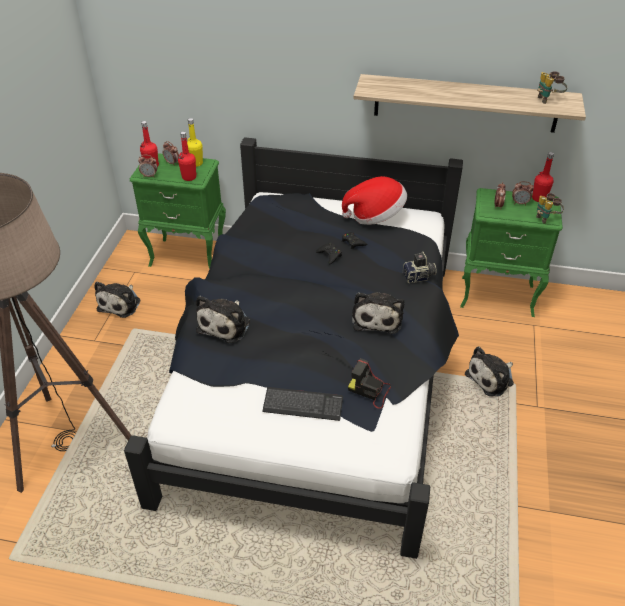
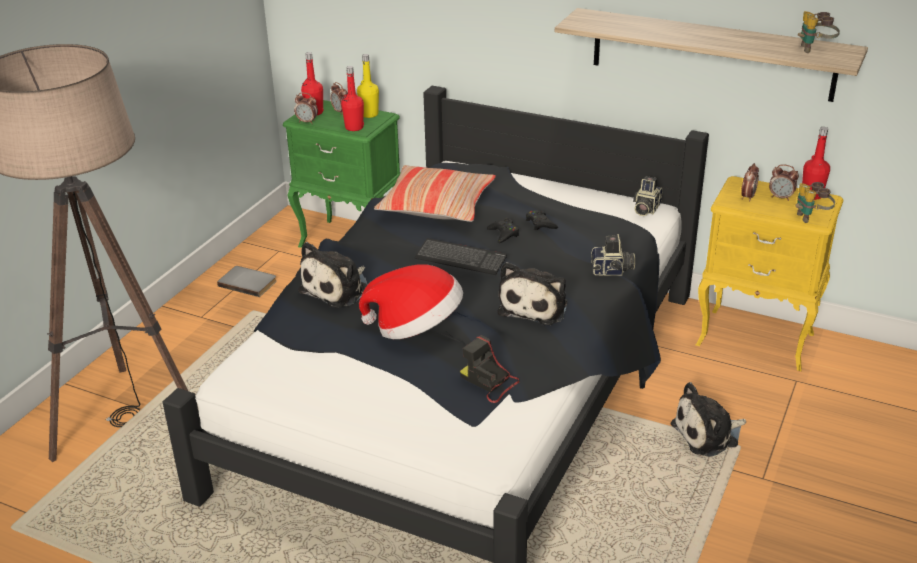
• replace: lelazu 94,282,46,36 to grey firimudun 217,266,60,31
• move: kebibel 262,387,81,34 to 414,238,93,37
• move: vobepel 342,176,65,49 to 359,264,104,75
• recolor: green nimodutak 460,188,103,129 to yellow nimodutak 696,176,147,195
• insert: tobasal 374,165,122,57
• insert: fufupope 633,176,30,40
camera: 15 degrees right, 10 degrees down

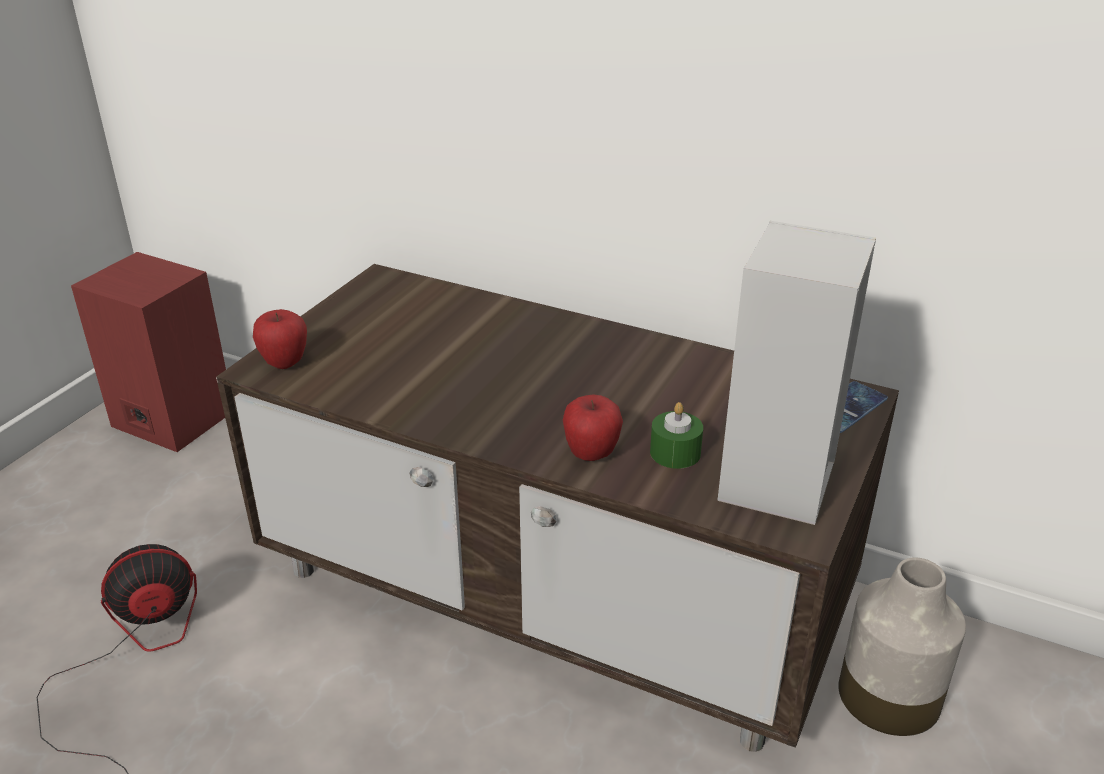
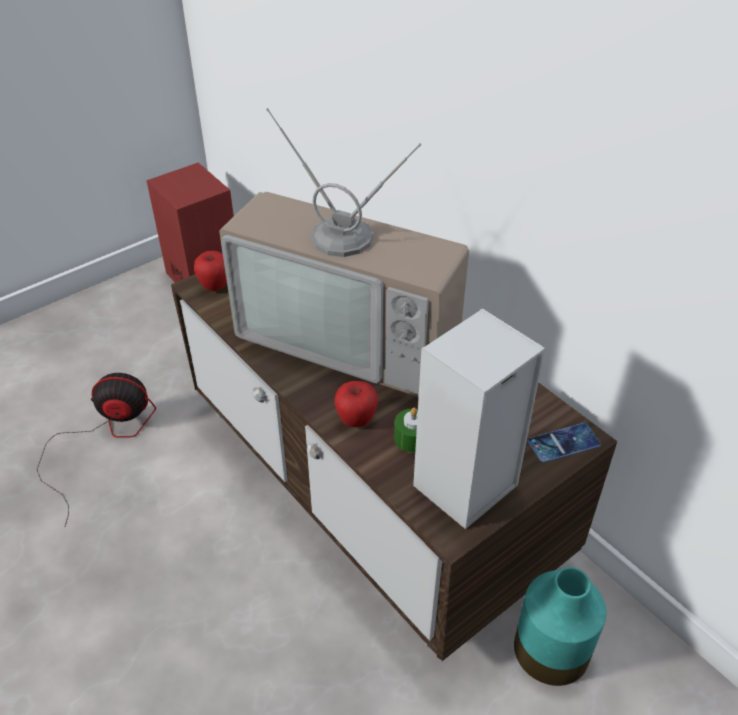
• recolor: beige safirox 838,558,128,178 to turquoise safirox 514,567,92,119
• insert: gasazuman 219,108,250,289
camera: 25 degrees right, 10 degrees up

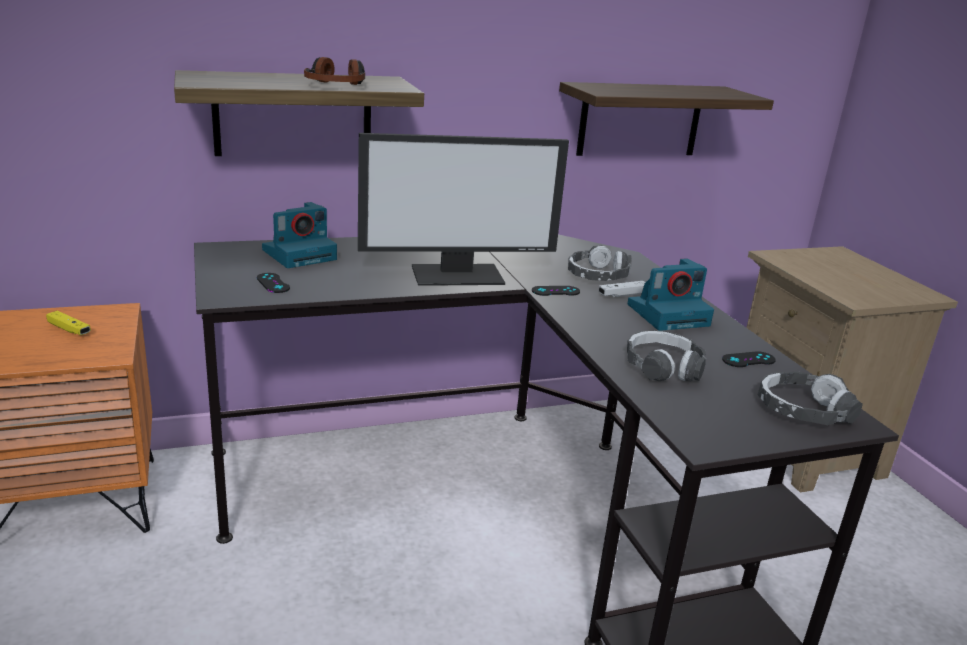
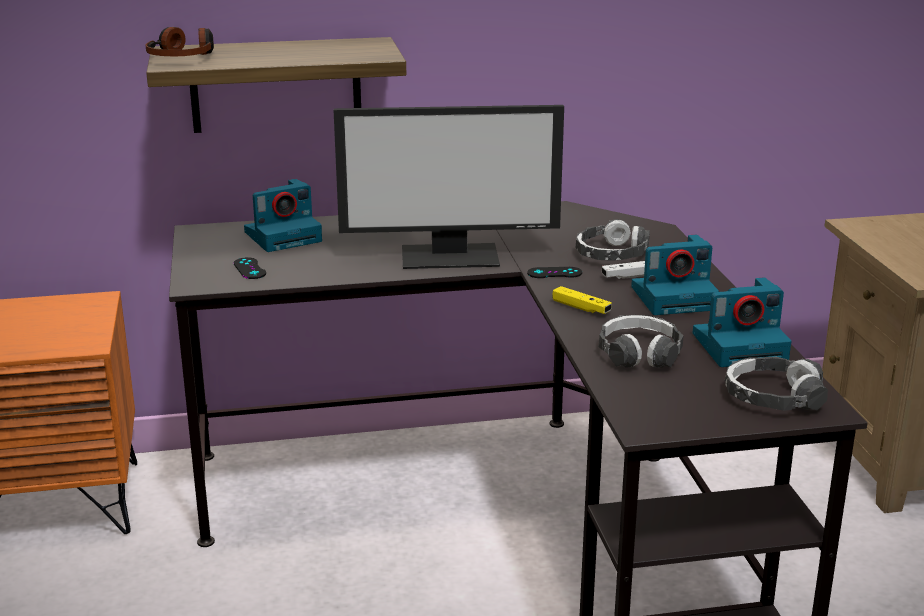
• move: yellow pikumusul 46,311,45,24 to 553,286,59,28
• move: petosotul 304,57,61,28 to 145,27,69,29
• delete: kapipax 559,82,215,74
• replace: black pikumusul 722,351,54,16 to fufupope 693,277,98,90
camera: 10 degrees right, 0 degrees up

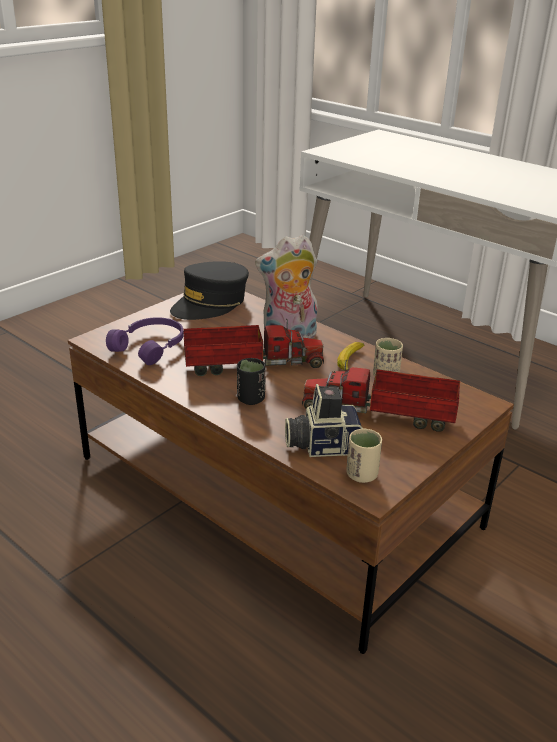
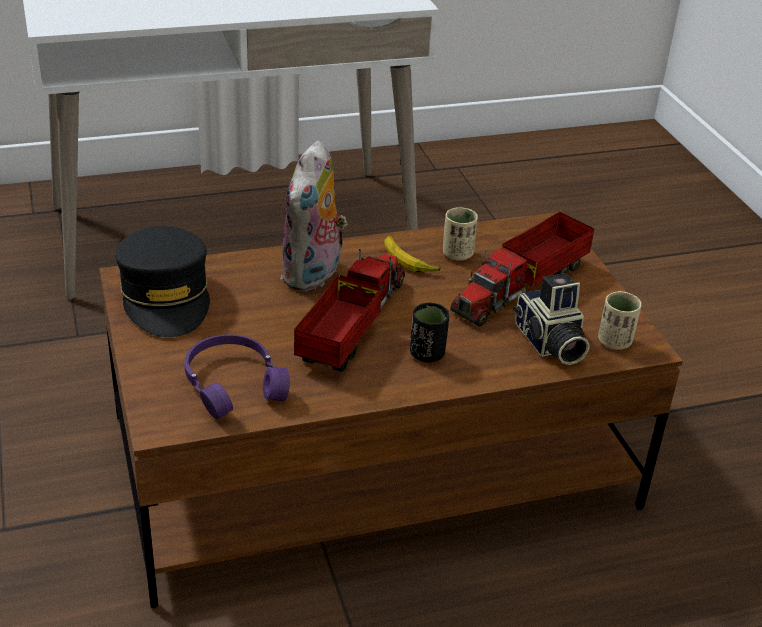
• rotate: fufupope 285,384,78,73 = 513,273,77,92 45 degrees counterclockwise
camera: 60 degrees left, 5 degrees up

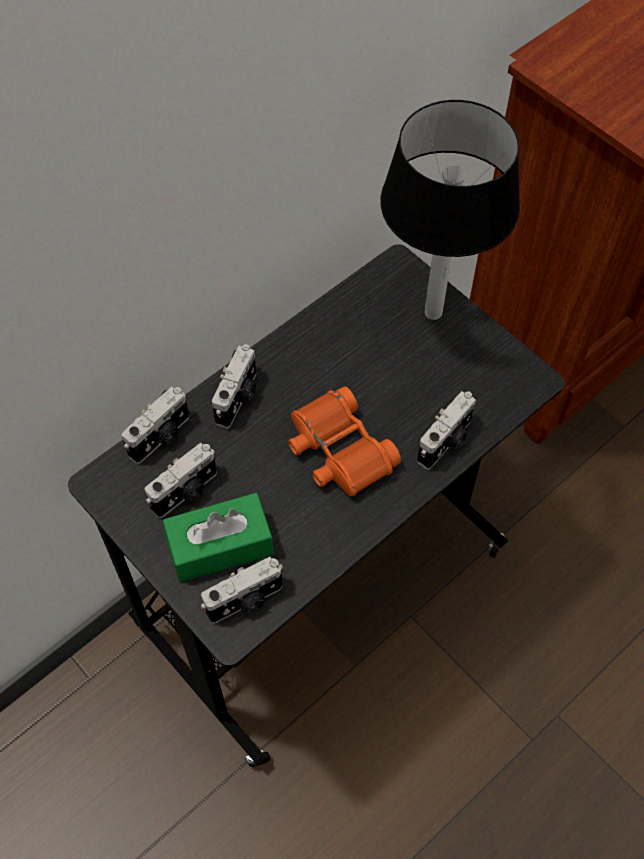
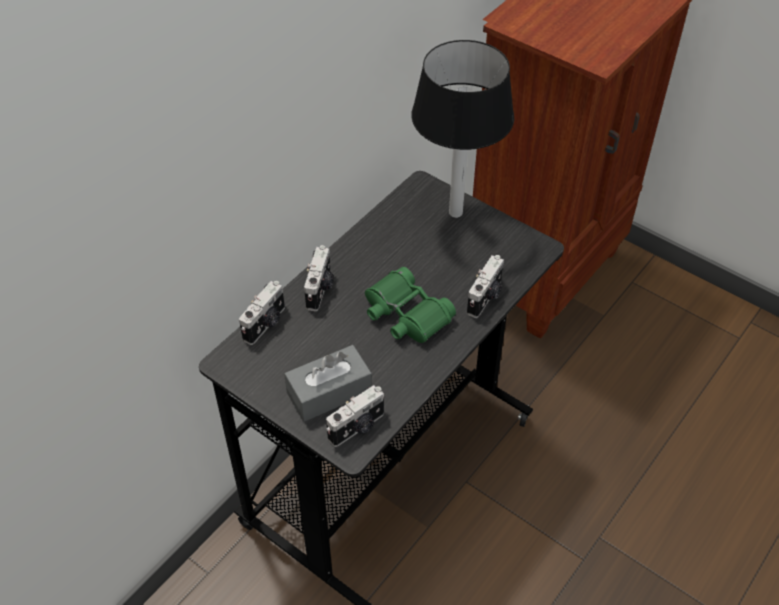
• delete: fufupope 145,443,72,75
• recolor: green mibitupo 163,493,111,89 to grey mibitupo 284,345,88,77
• recolor: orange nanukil 288,387,113,109 to green nanukil 365,267,91,76
camera: 10 degrees left, 10 degrees down

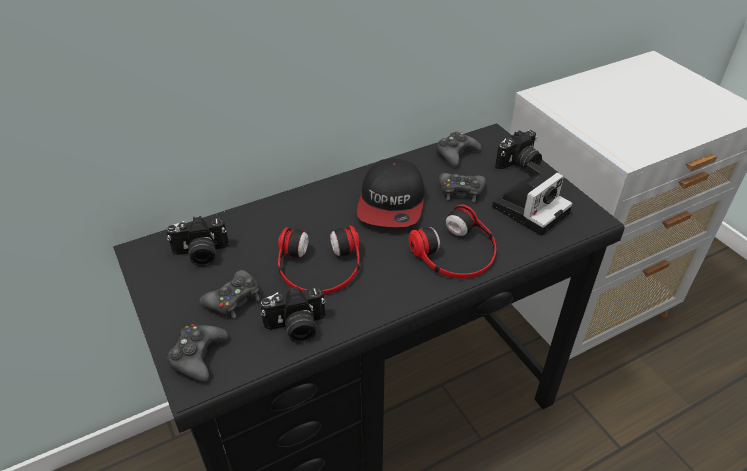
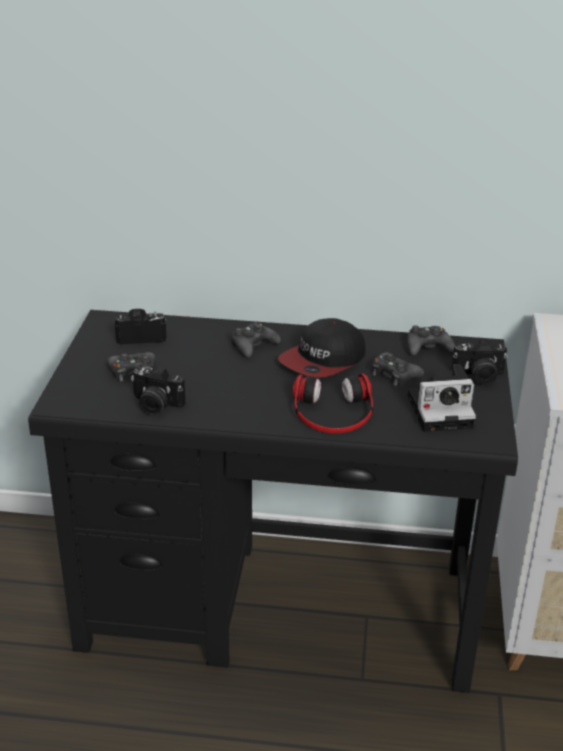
• rotate: fufupope 167,216,62,50 = 114,309,53,35 150 degrees clockwise
• move: black pikumusul 168,324,60,58 to 231,322,50,35
• delete: petosotul 278,226,82,69
camera: 35 degrees right, 10 degrees down

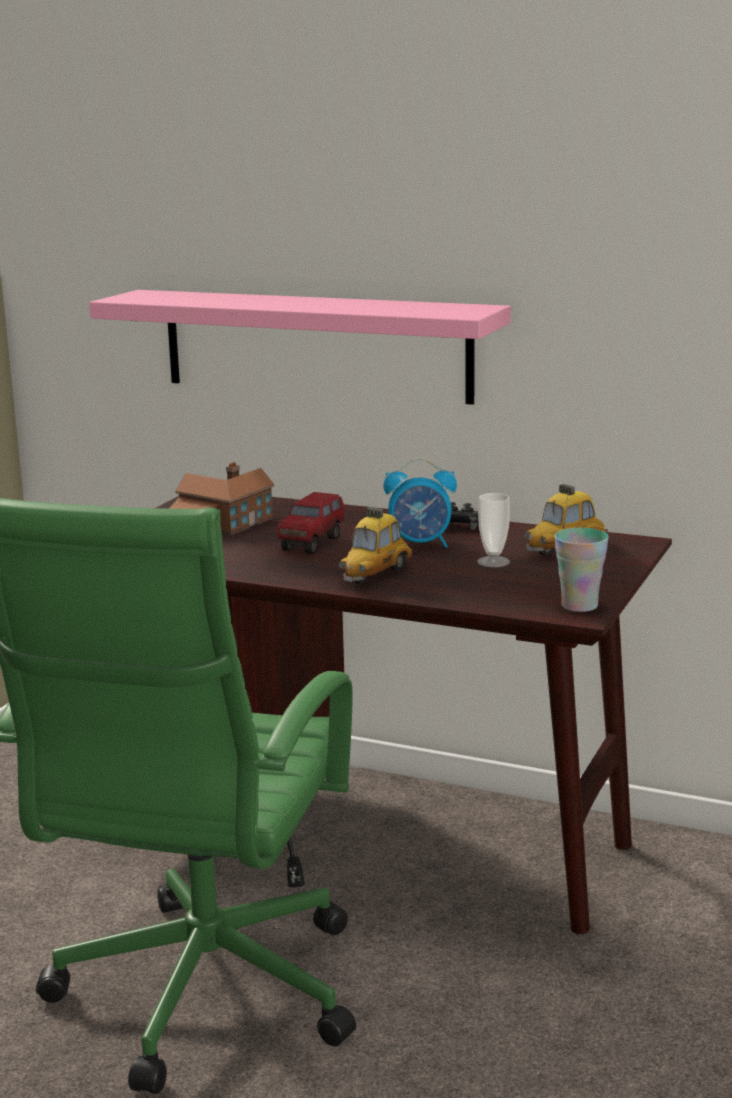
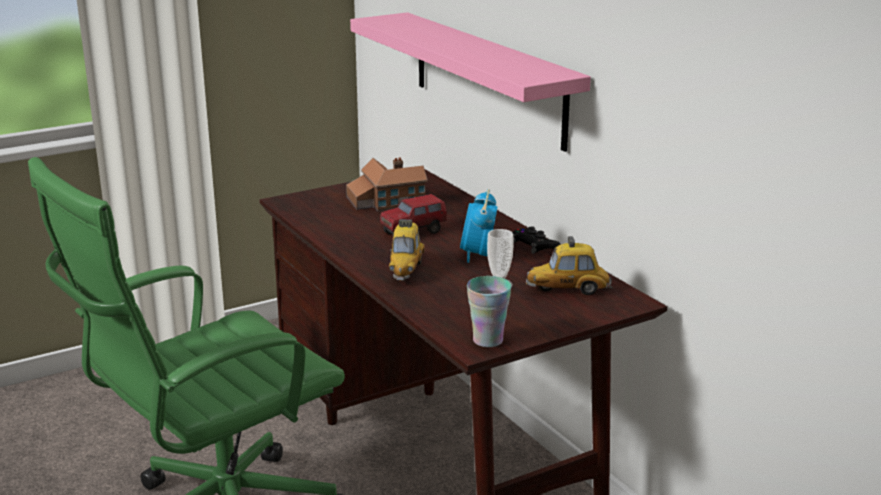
• rotate: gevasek 339,507,73,77 = 389,219,35,61 60 degrees counterclockwise
• rotate: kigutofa 384,458,73,90 = 460,189,38,74 60 degrees clockwise
camera: 35 degrees right, 5 degrees up

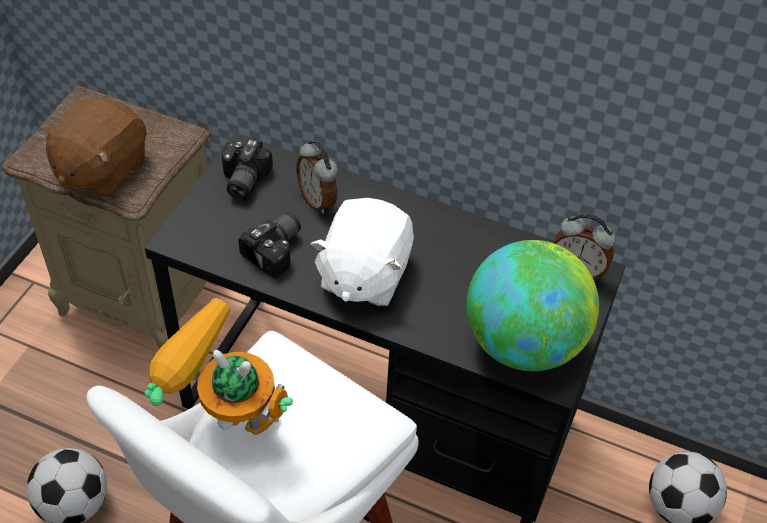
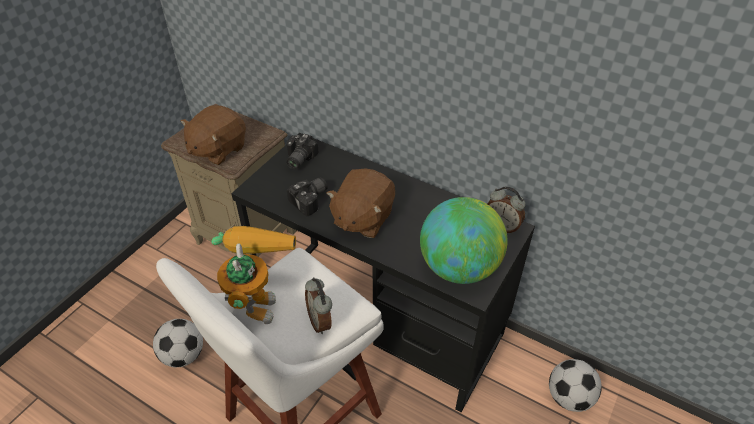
• rotate: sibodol 144,298,149,137 = 211,226,85,98 60 degrees clockwise
• move: kigutofa 296,140,42,74 to 305,277,27,57
• recolor: white lelazu 311,198,103,108 to brown lelazu 327,168,68,70
camera: 10 degrees right, 5 degrees down

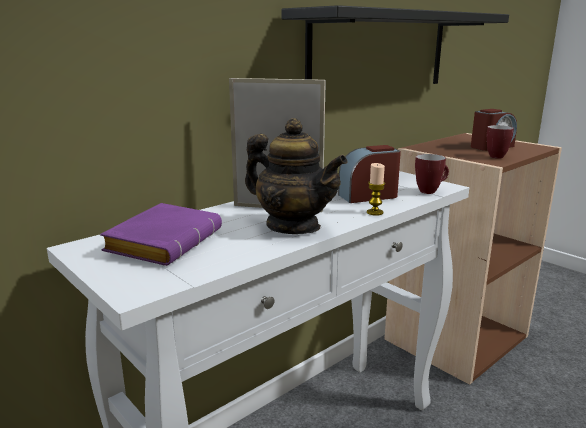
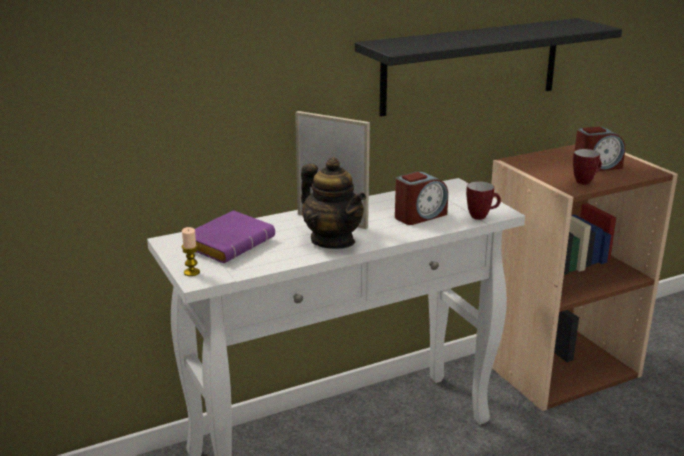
• rotate: kigutofa 338,145,63,58 = 395,171,53,54 150 degrees clockwise
• move: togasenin 367,163,18,53 to 181,227,19,49
camera: 15 degrees right, 5 degrees up

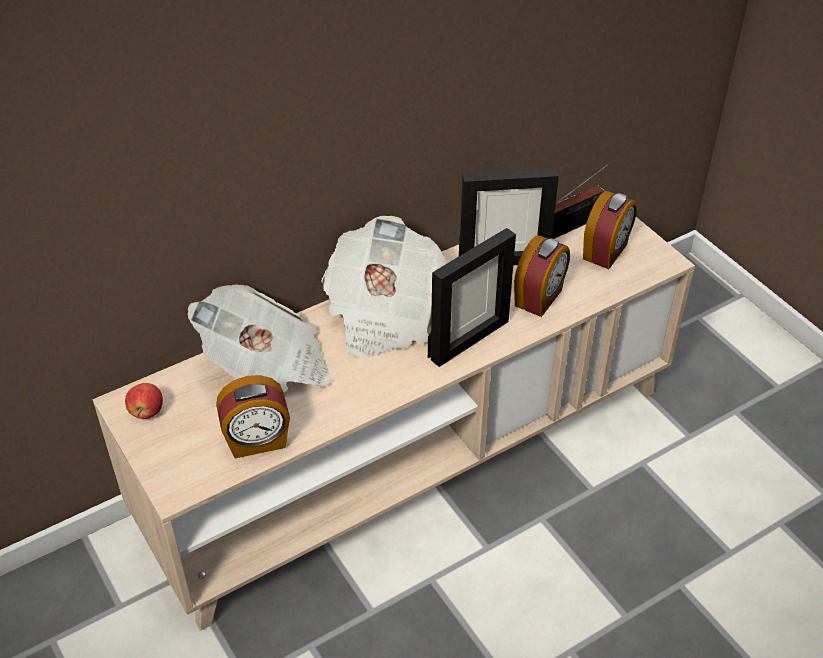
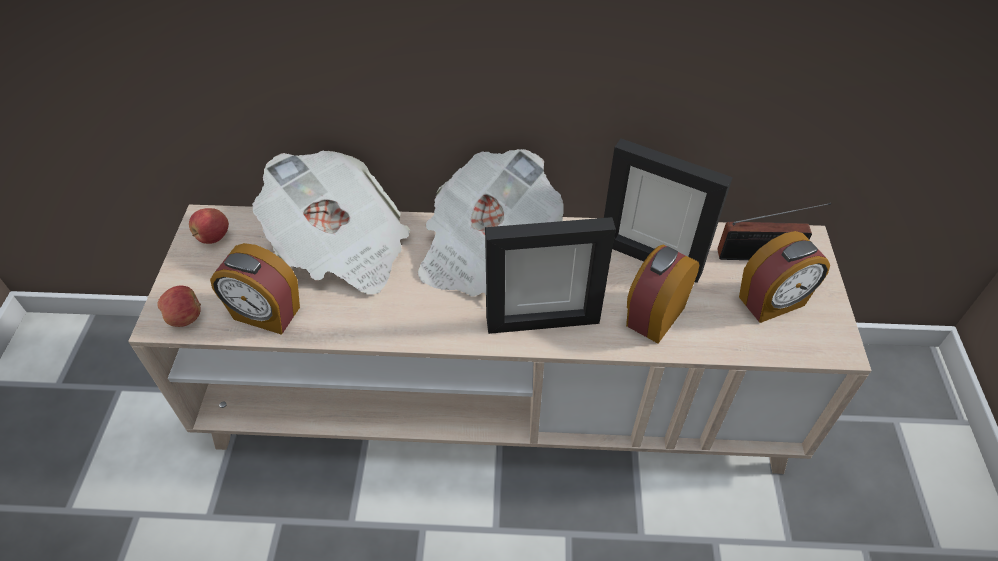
• rotate: kigutofa 514,235,56,82 = 626,244,73,99 150 degrees clockwise
• insert: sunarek 157,286,44,41
camera: 35 degrees right, 5 degrees up

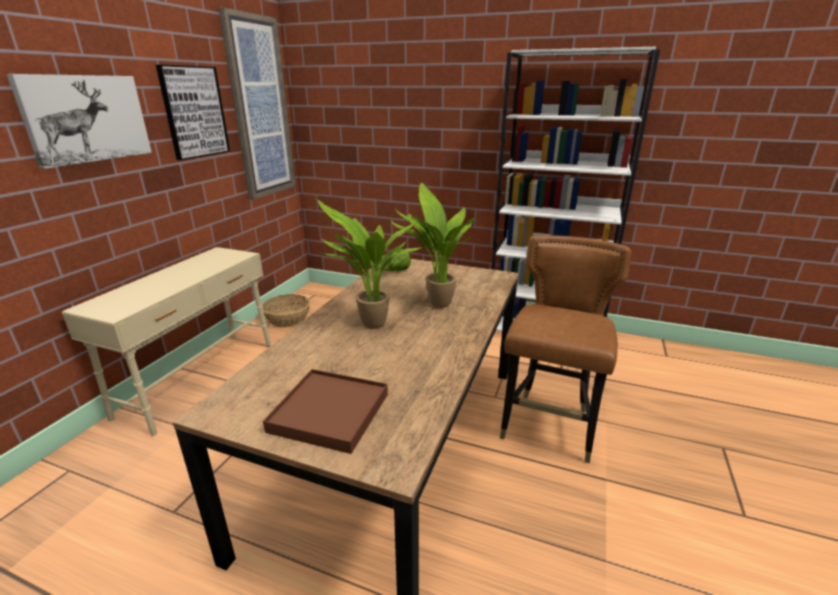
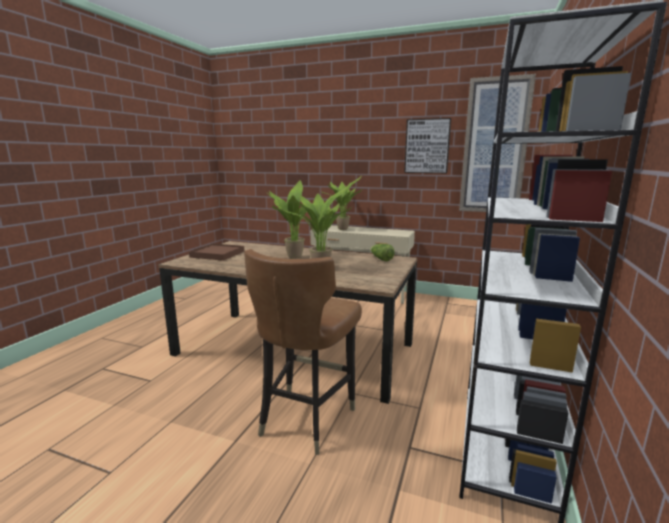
• delete: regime 7,74,145,95
• delete: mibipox 262,294,48,33
• rotate: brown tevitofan 500,235,132,228 = 244,249,118,206 90 degrees clockwise
• insert: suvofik 320,175,42,55
camera: 90 degrees right, 10 degrees down

